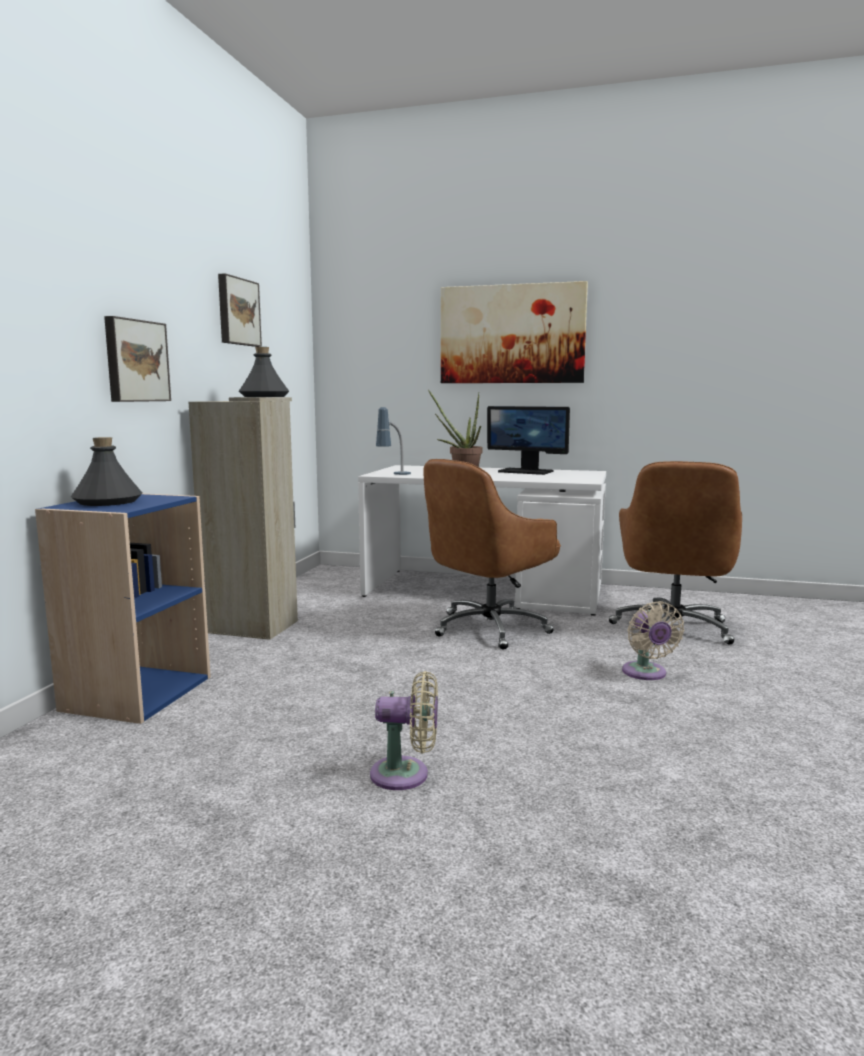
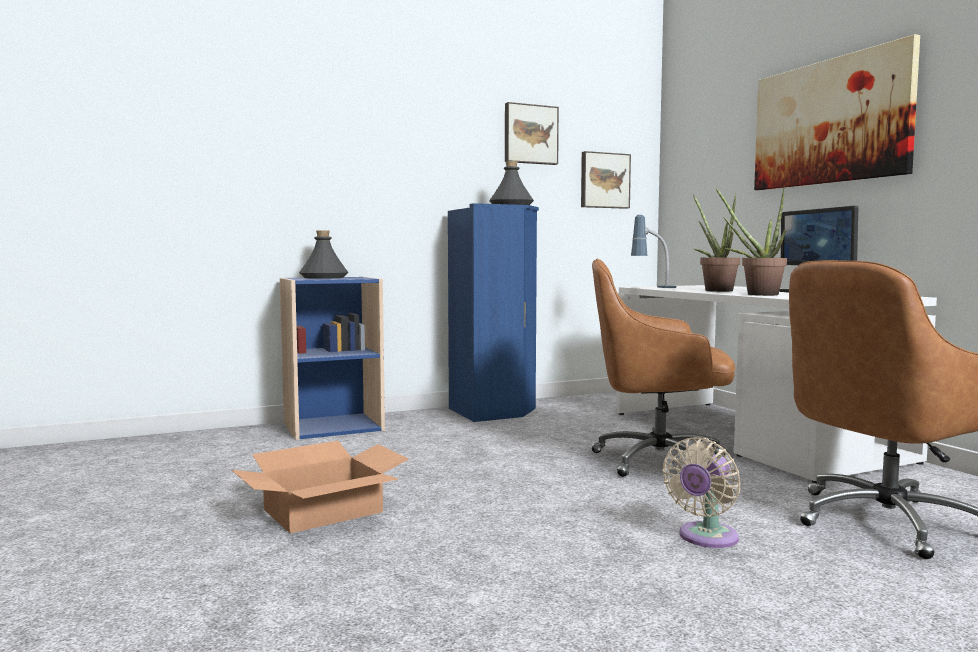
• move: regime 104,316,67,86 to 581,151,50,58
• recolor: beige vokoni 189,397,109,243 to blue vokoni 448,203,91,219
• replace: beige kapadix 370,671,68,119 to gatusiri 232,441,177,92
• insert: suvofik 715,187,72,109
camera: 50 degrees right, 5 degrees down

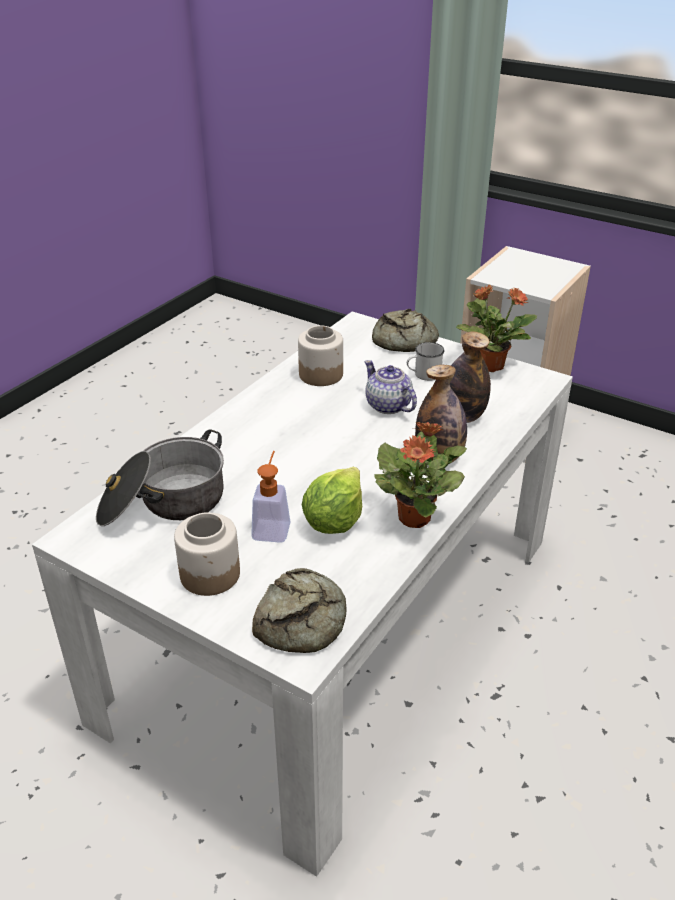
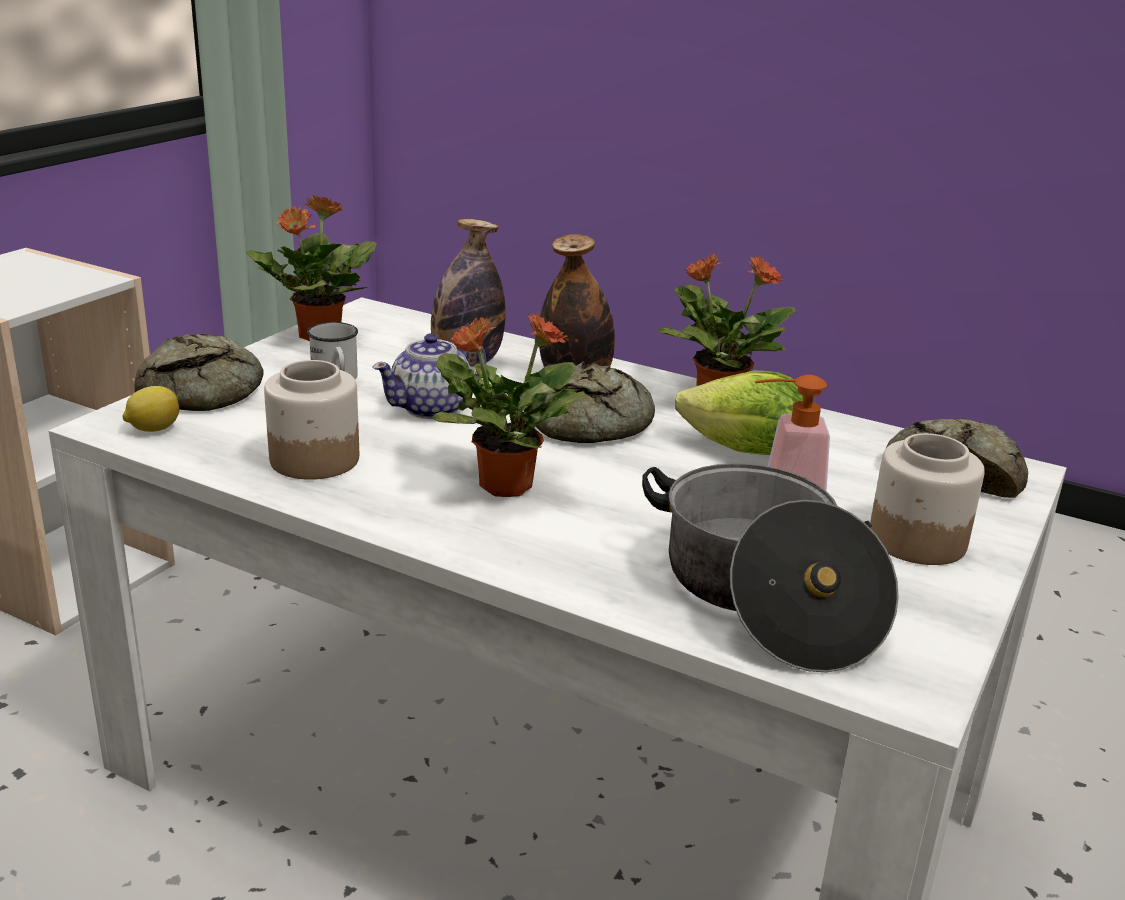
• insert: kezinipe 123,386,57,46
• insert: suvofik 433,312,155,185
• insert: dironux 533,362,122,81
camera: 95 degrees left, 10 degrees down

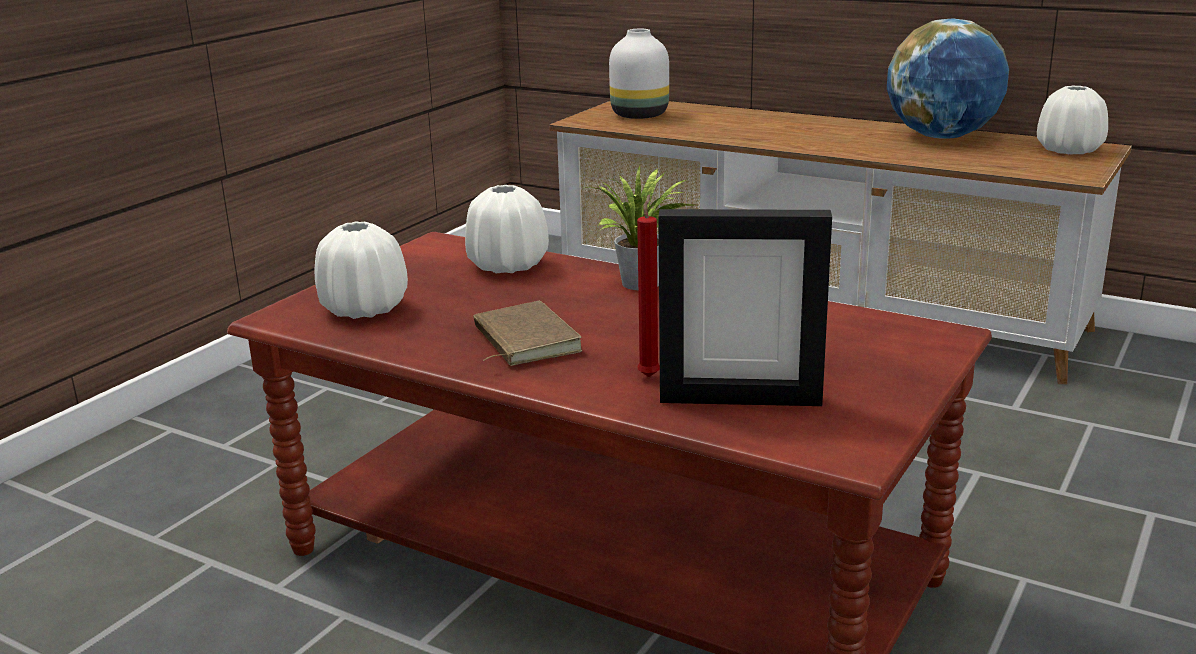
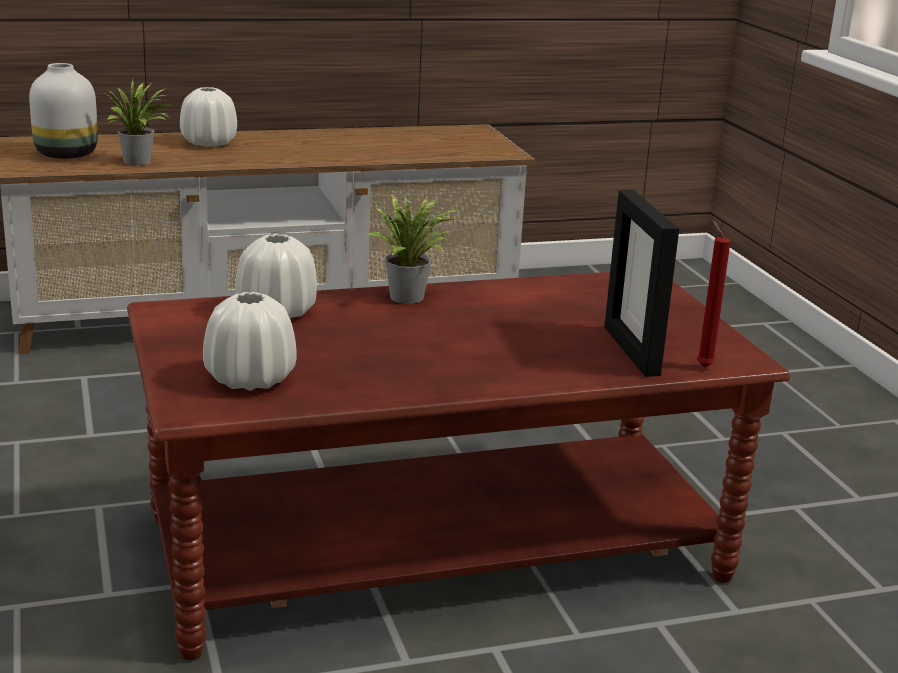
• delete: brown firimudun 473,301,110,65
• move: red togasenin 637,195,23,182 to 697,220,34,147
• rotate: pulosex 658,209,174,197 = 604,190,75,187 120 degrees clockwise
• delete: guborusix 887,18,122,121
• move: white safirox 1037,86,71,69 to 180,87,57,60
• insert: suvofik 103,80,70,85
camera: 50 degrees left, 0 degrees up

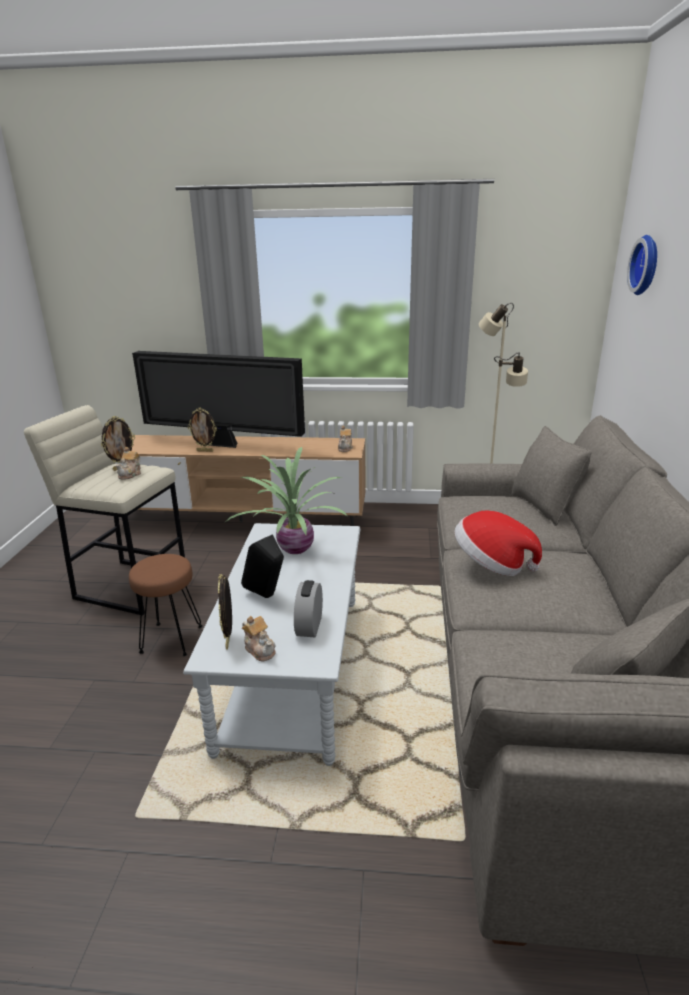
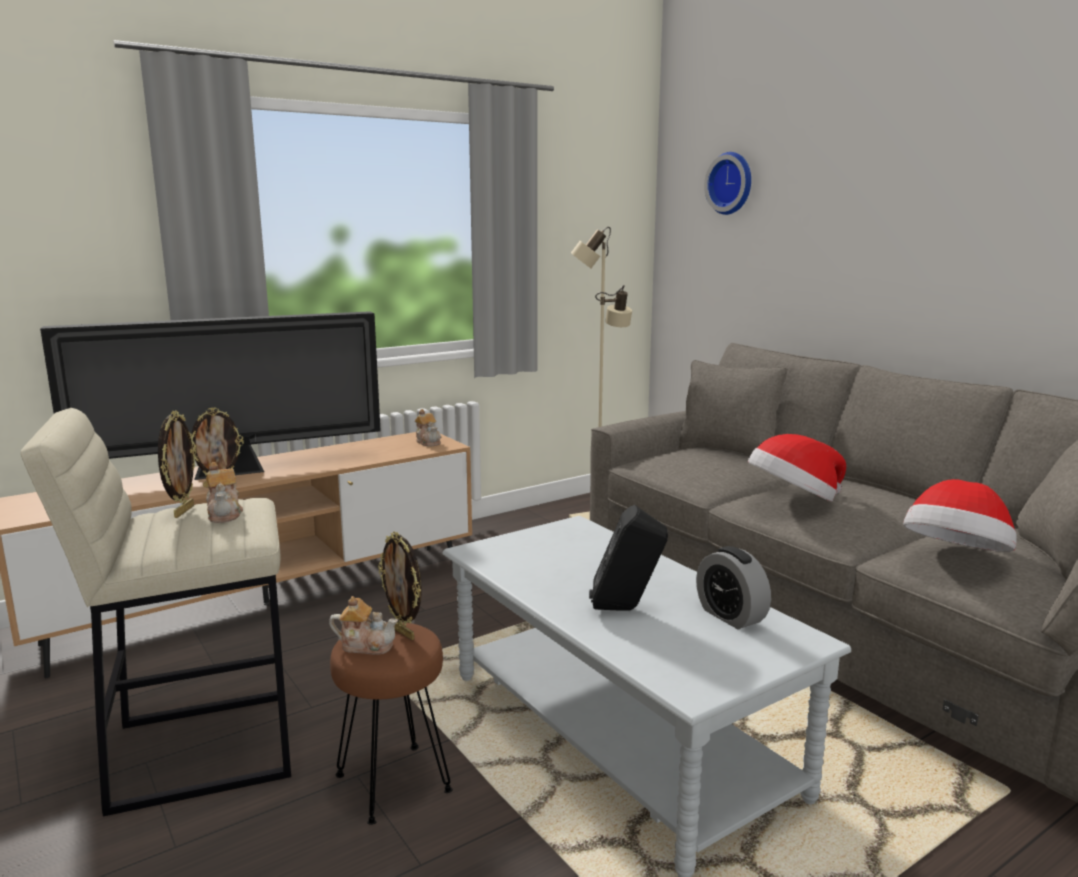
• move: pulosex 218,574,14,76 to 378,532,44,108
• delete: suvofik 227,447,120,107
• move: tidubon 242,616,34,46 to 329,596,69,59
• insert: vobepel 903,479,114,73
camera: 40 degrees left, 10 degrees down

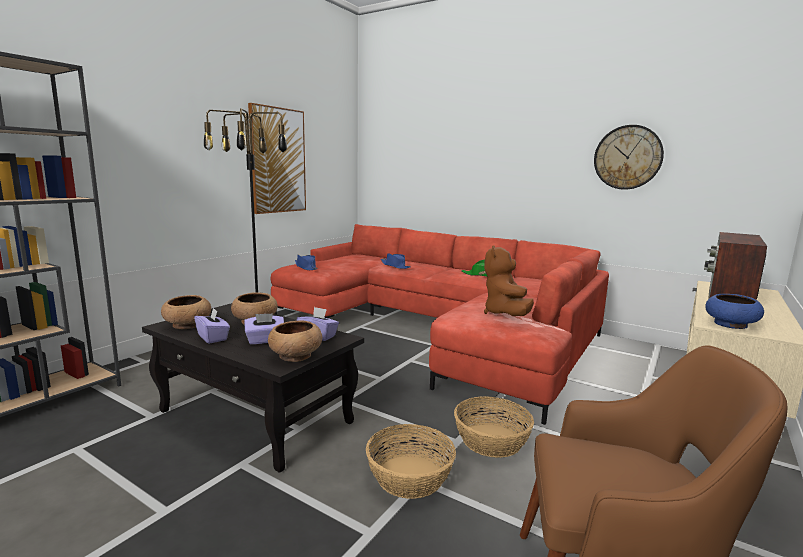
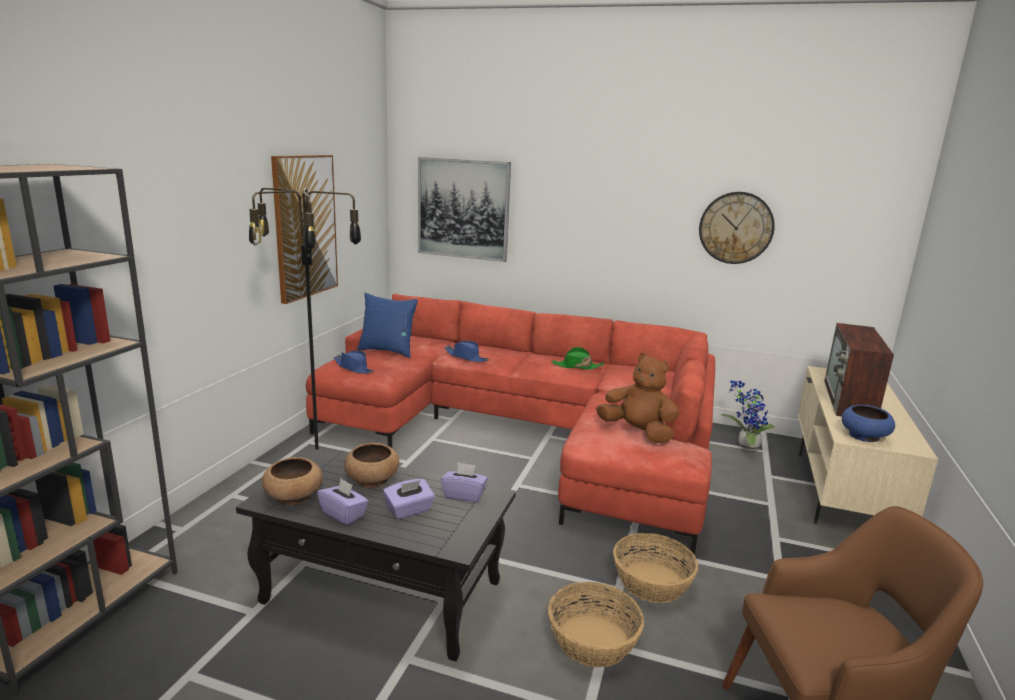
• delete: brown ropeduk 268,320,54,42
• rotate: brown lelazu 484,245,50,71 = 596,353,83,90 135 degrees clockwise
• insert: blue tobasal 357,293,61,65
• insert: regime 418,157,93,105
• insert: suvofik 721,380,54,71
camera: 15 degrees left, 5 degrees up

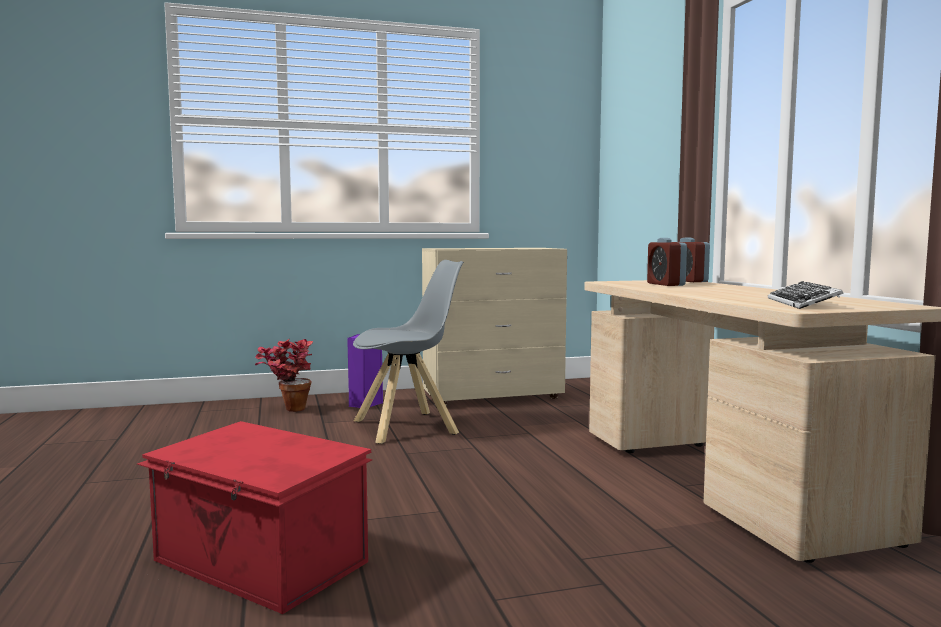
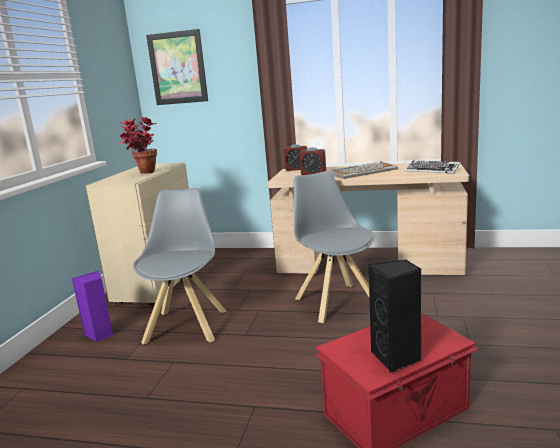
• move: suvofik 255,339,58,73 to 119,117,38,57
• insert: regime 146,29,62,76
• insert: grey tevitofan 294,171,80,152
• insert: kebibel 329,161,69,18
• insert: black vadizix 368,260,53,113
camera: 60 degrees left, 10 degrees up

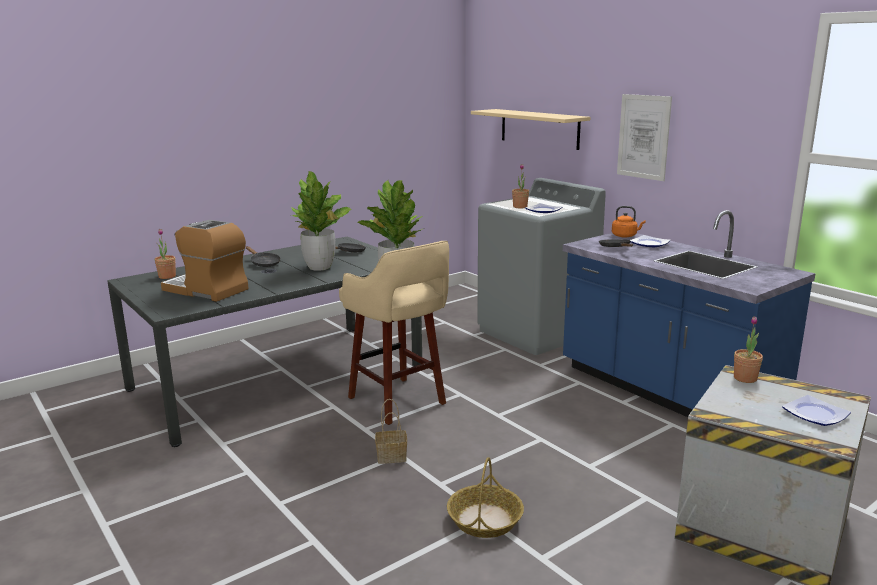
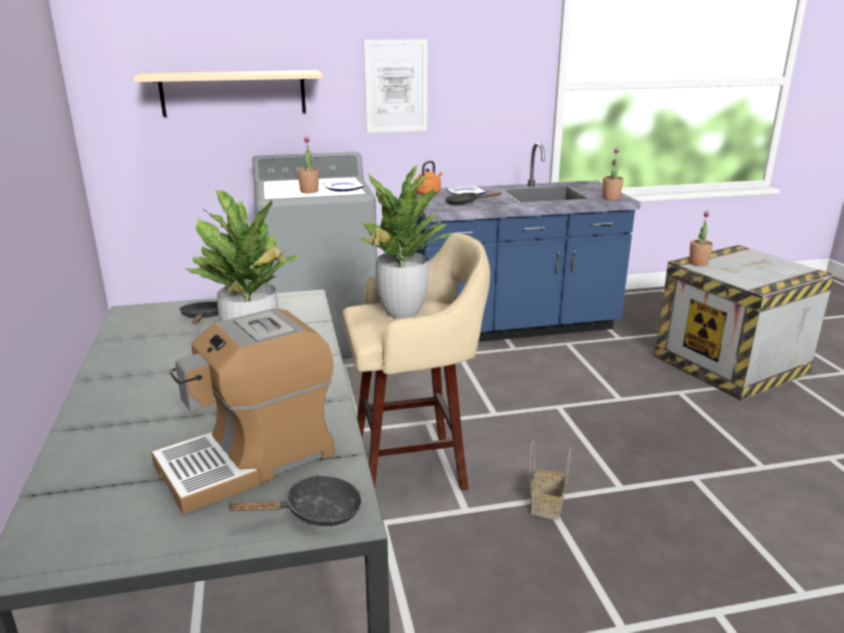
• move: suvofik 155,229,21,50 to 603,147,21,53
• move: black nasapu 246,246,35,21 to 228,475,134,51
• delete: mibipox 447,457,77,81
• delete: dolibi 782,395,69,31
camera: 65 degrees left, 5 degrees up

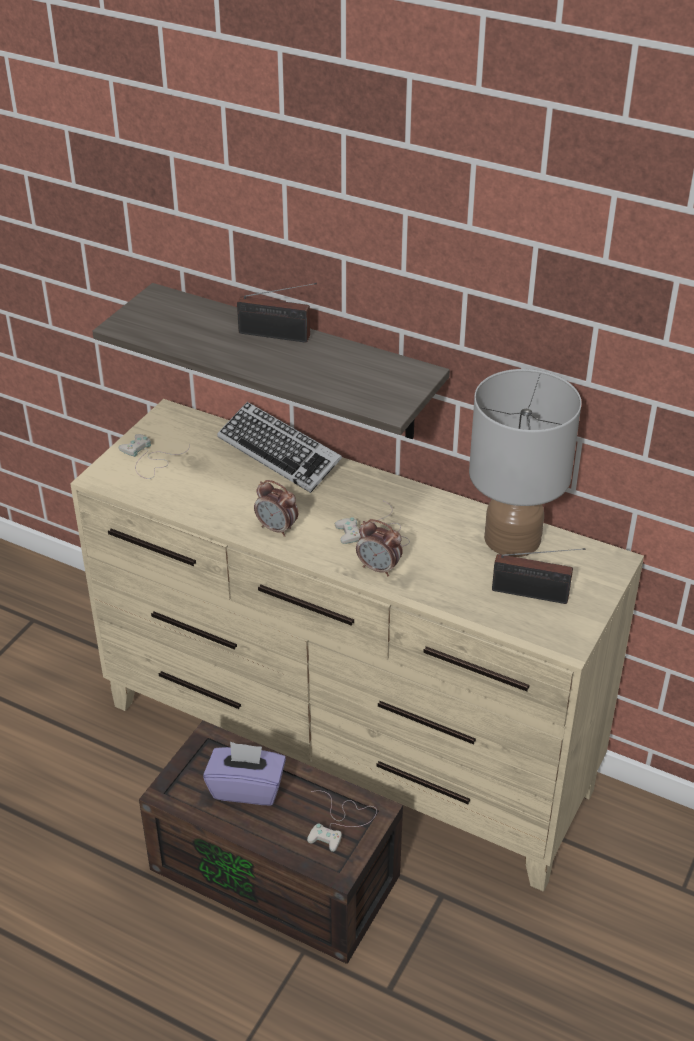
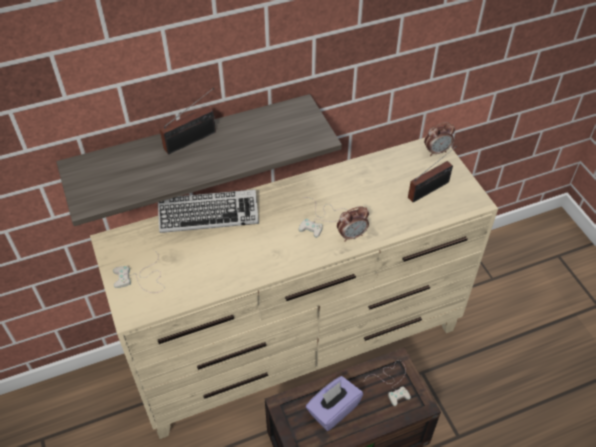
• move: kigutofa 254,480,44,57 to 424,122,31,34
• delete: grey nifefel 469,369,112,188
camera: 50 degrees left, 10 degrees up

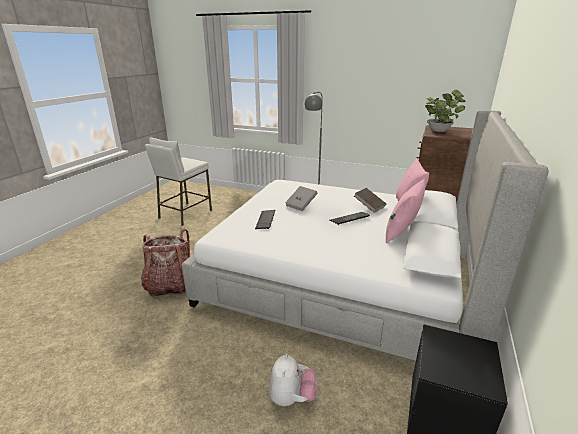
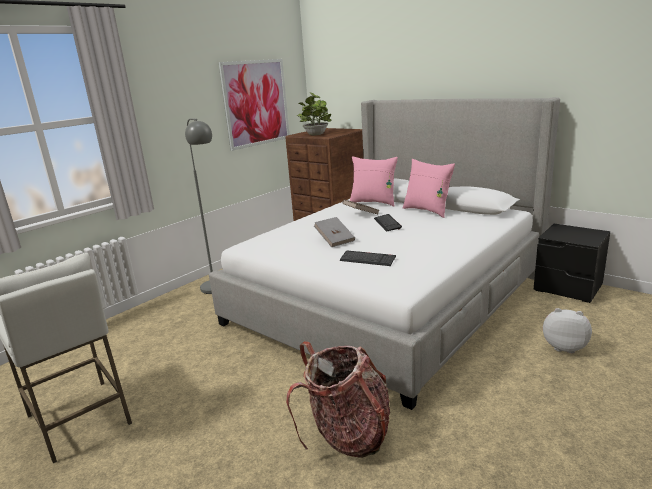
• insert: regime 218,59,71,92
camera: 70 degrees left, 5 degrees down

